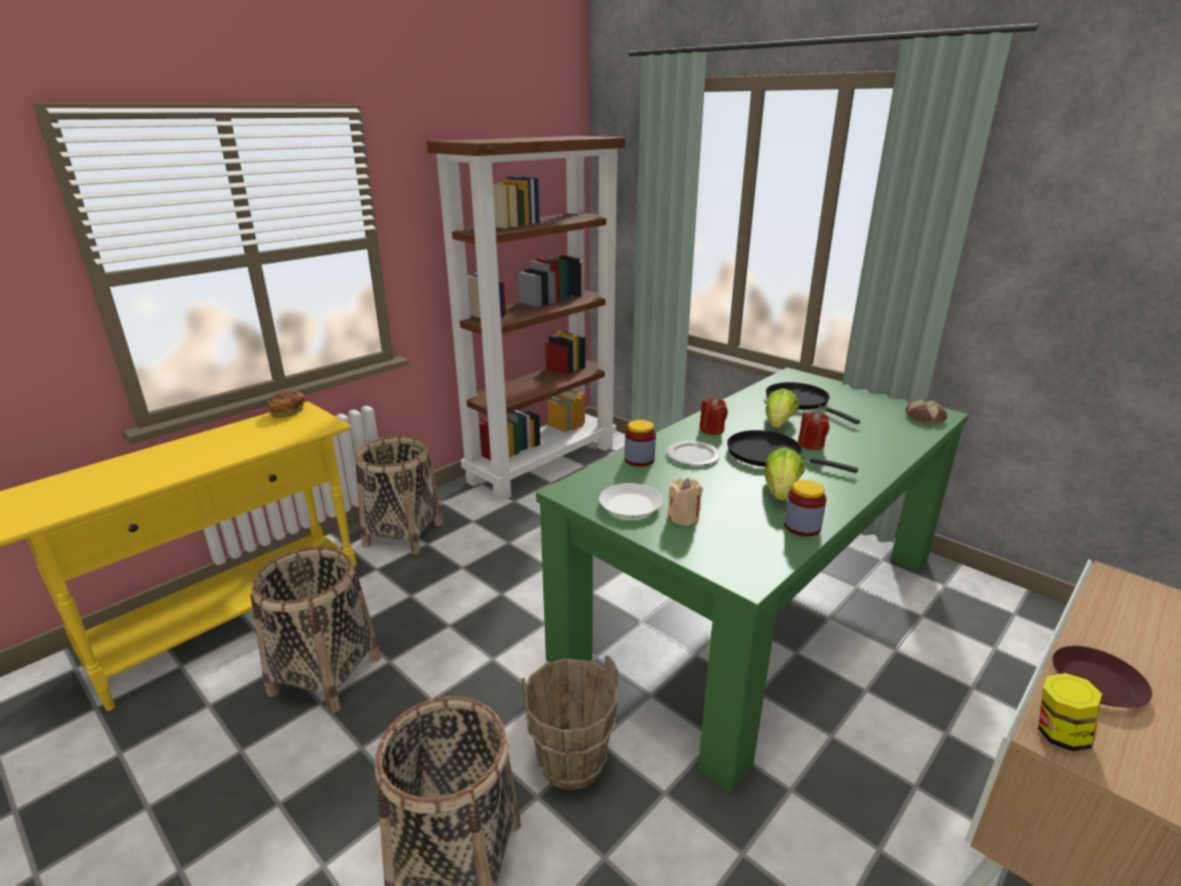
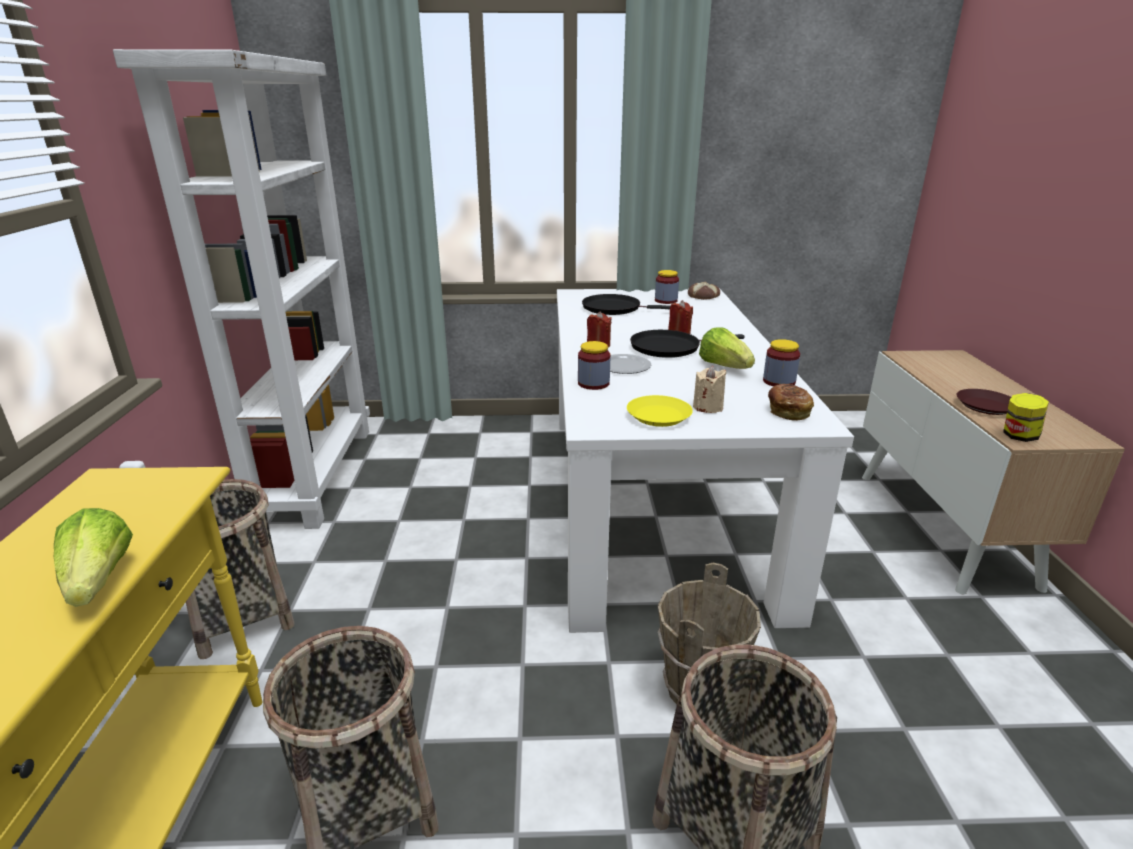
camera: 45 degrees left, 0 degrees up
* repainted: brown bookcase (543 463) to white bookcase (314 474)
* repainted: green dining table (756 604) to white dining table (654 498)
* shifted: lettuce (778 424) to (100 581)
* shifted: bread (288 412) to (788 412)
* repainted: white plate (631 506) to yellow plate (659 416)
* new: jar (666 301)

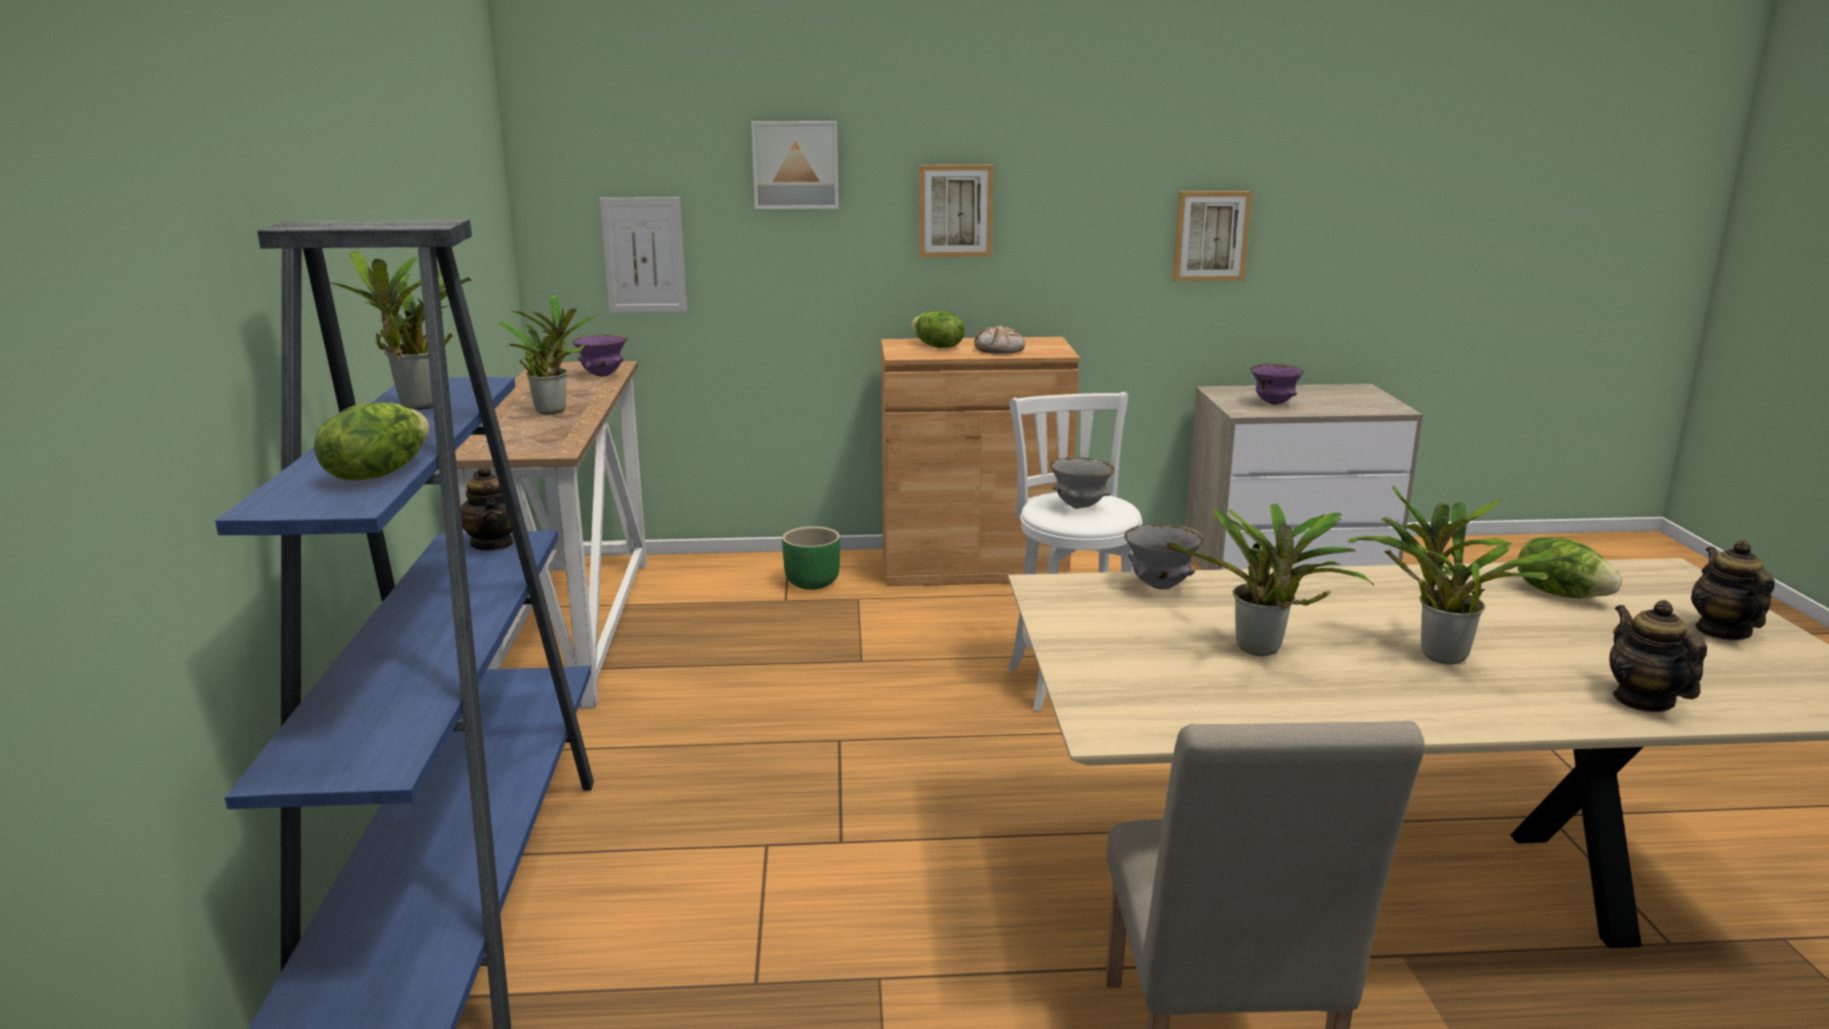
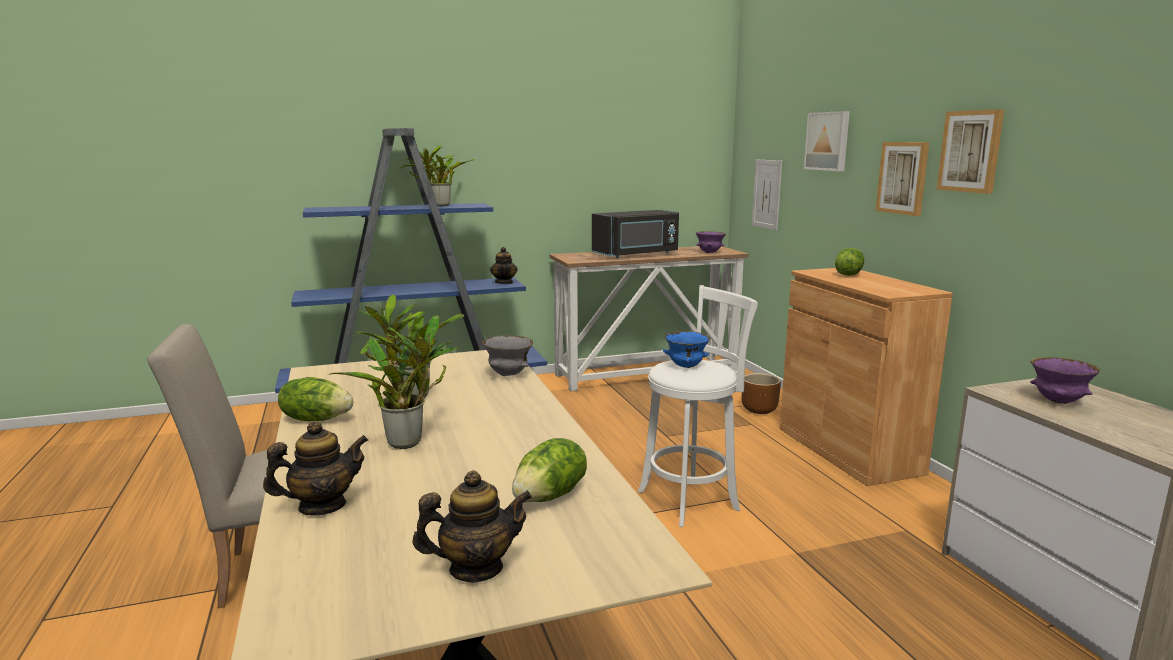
camera: 75 degrees right, 5 degrees down
* shifted: picture (1210 236) to (971 151)
* swapped: potted plant (553 410) to black microwave (637 254)
* gone: bread (999 350)
* shifted: lettuce (377 473) to (316 419)
* repainted: grey bowl (1079 507) to blue bowl (685 367)
* rotated: teapot (493 544) = (504 282) 60 degrees counterclockwise
* repainted: green planter (813 583) to brown planter (759 410)

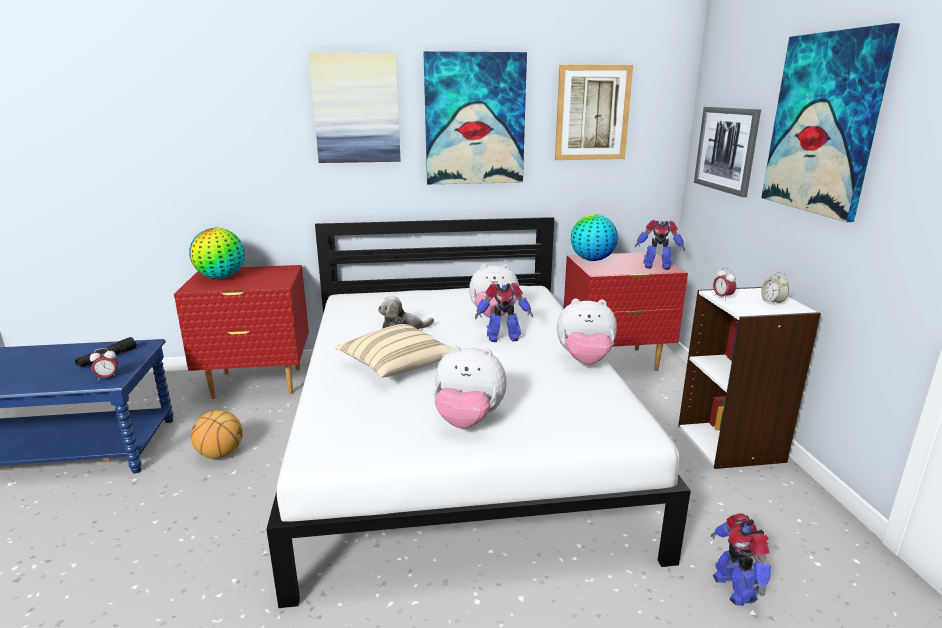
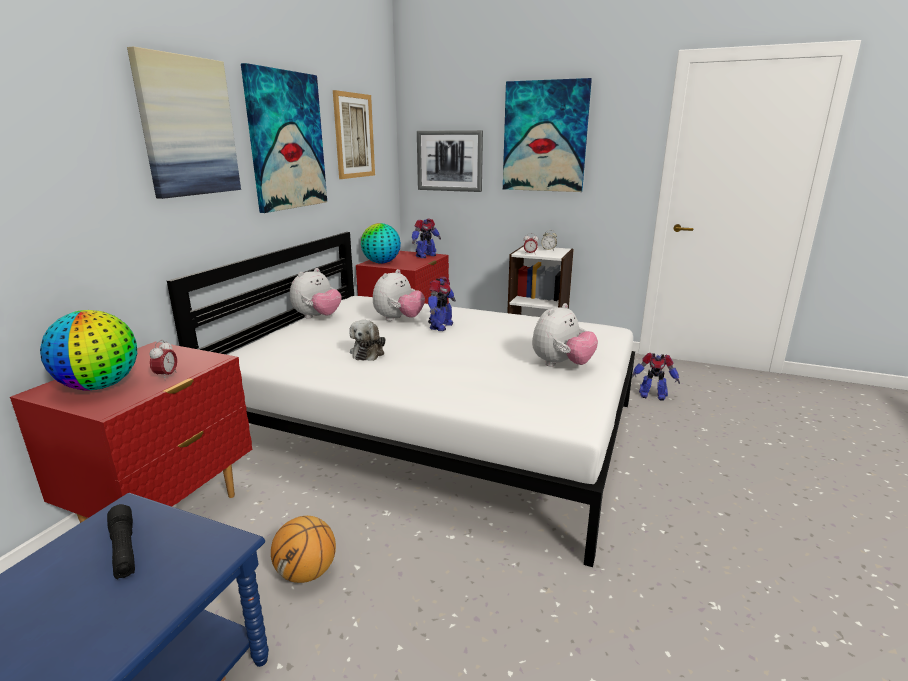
camera: 60 degrees left, 0 degrees up
* shifted: plush toy (585 361) to (317 317)
* gone: beige pillow (395 366)
* shifted: alarm clock (107 378) to (166 376)

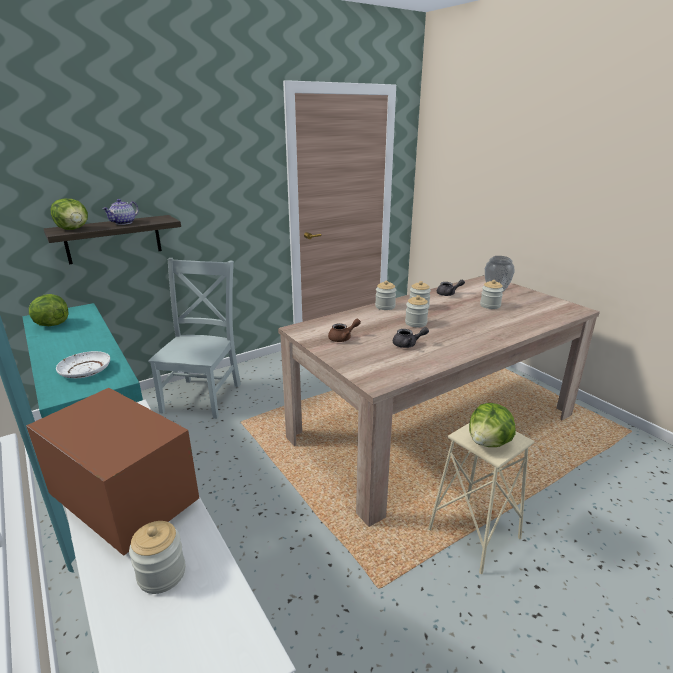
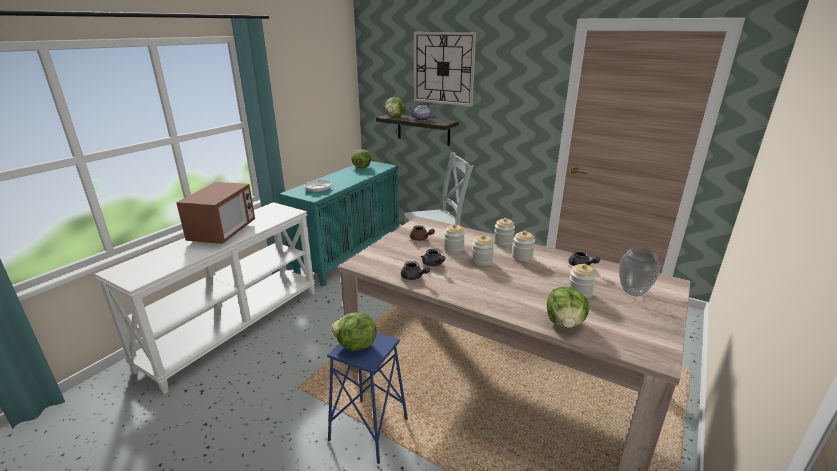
camera: 65 degrees right, 0 degrees up
* repainted: beige stool (473 534) to blue stool (368 430)
* shifted: jar (161 574) to (453 249)
* new: wall clock (443 68)
* new: grey teapot (414 277)
* new: lettuce (564 323)

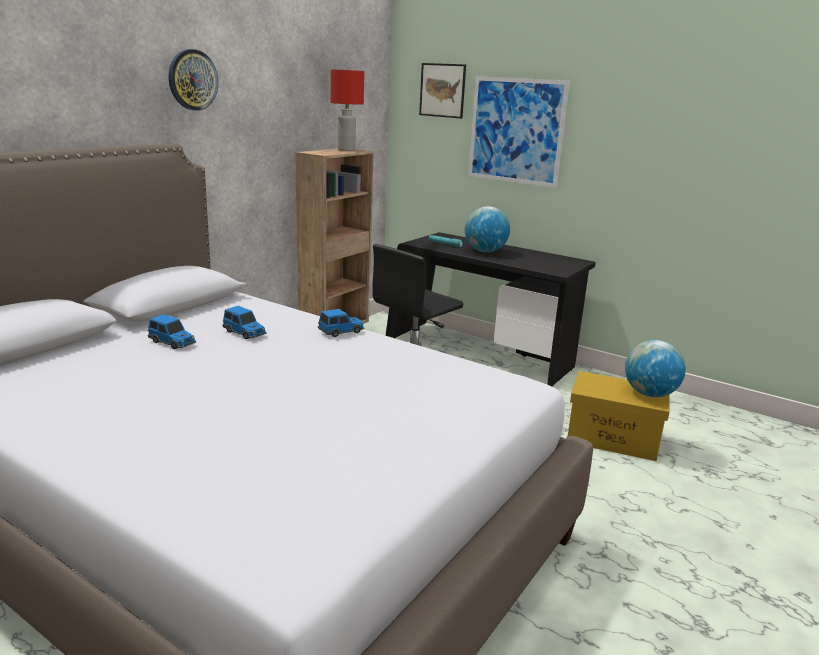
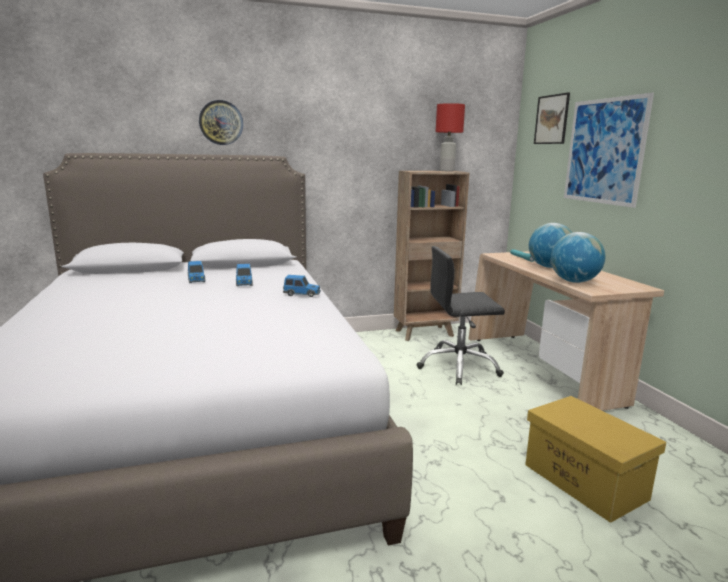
camera: 40 degrees right, 5 degrees down
* shifted: wall clock (192 80) to (221 122)
* repainted: black desk (479 354) to beige desk (542 369)
* shifted: globe (649 394) to (574 281)

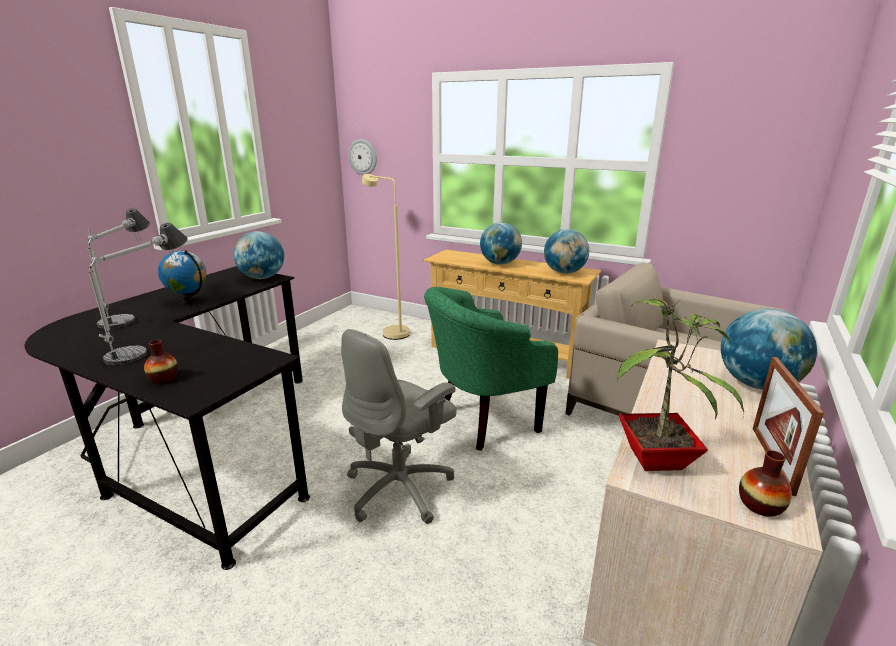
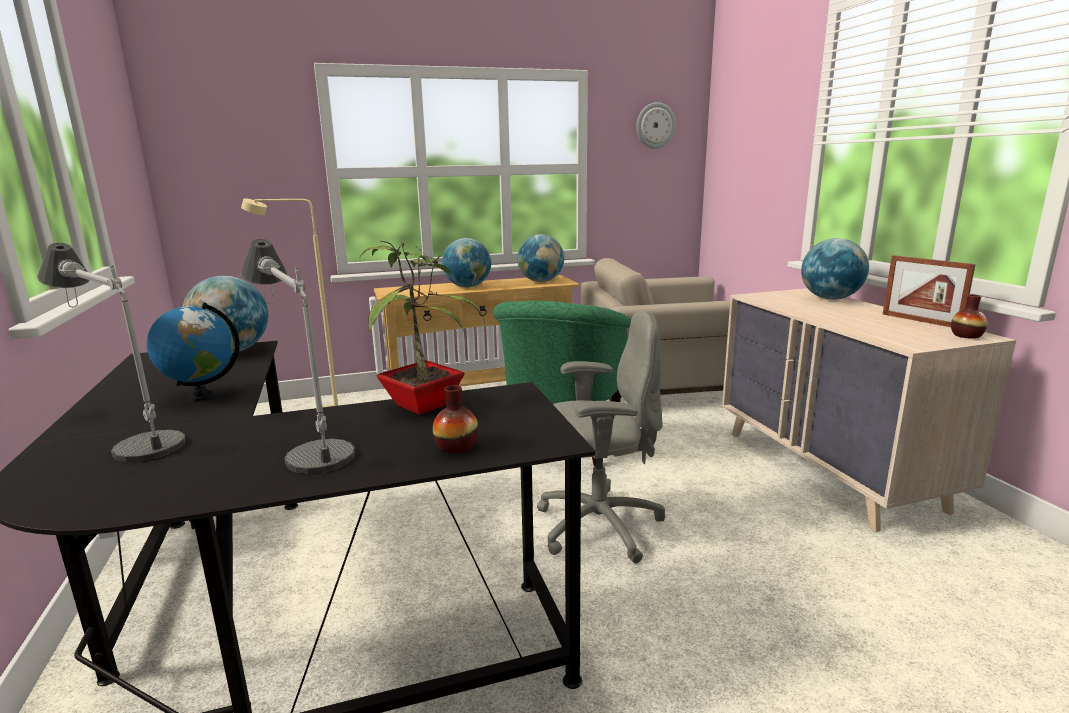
camera: 45 degrees left, 5 degrees down
* shifted: wall clock (363 157) to (655 125)
* shifted: potted plant (659 459) to (426 404)
* rotated: grey office chair (401 488) = (596 525) 90 degrees counterclockwise

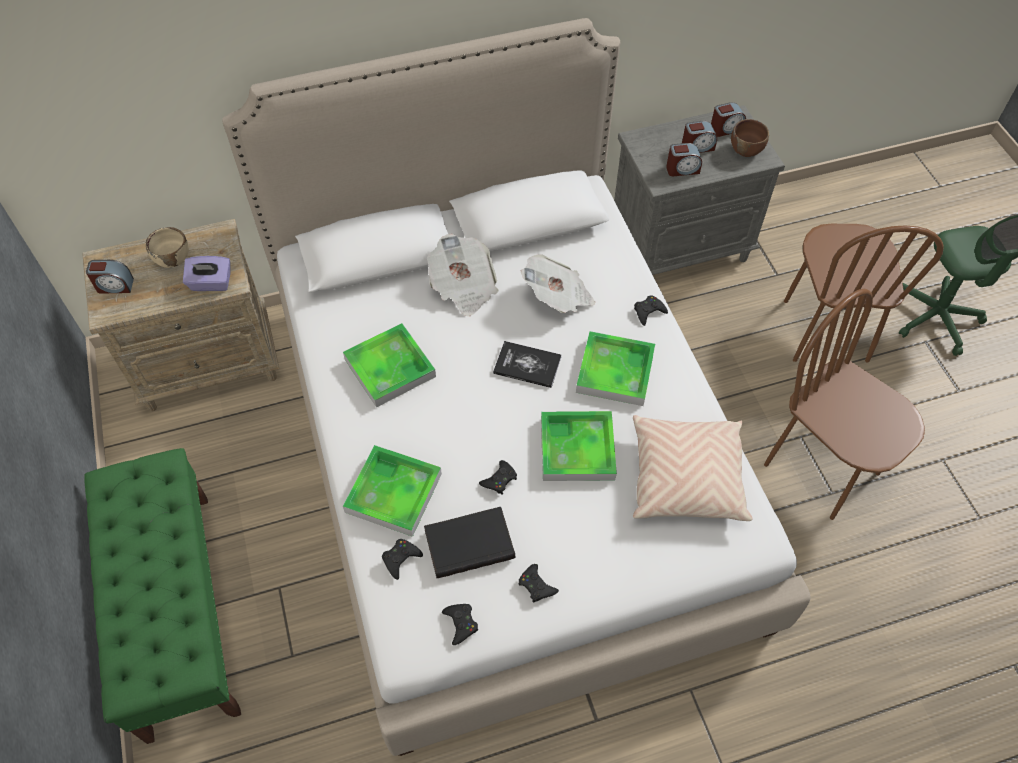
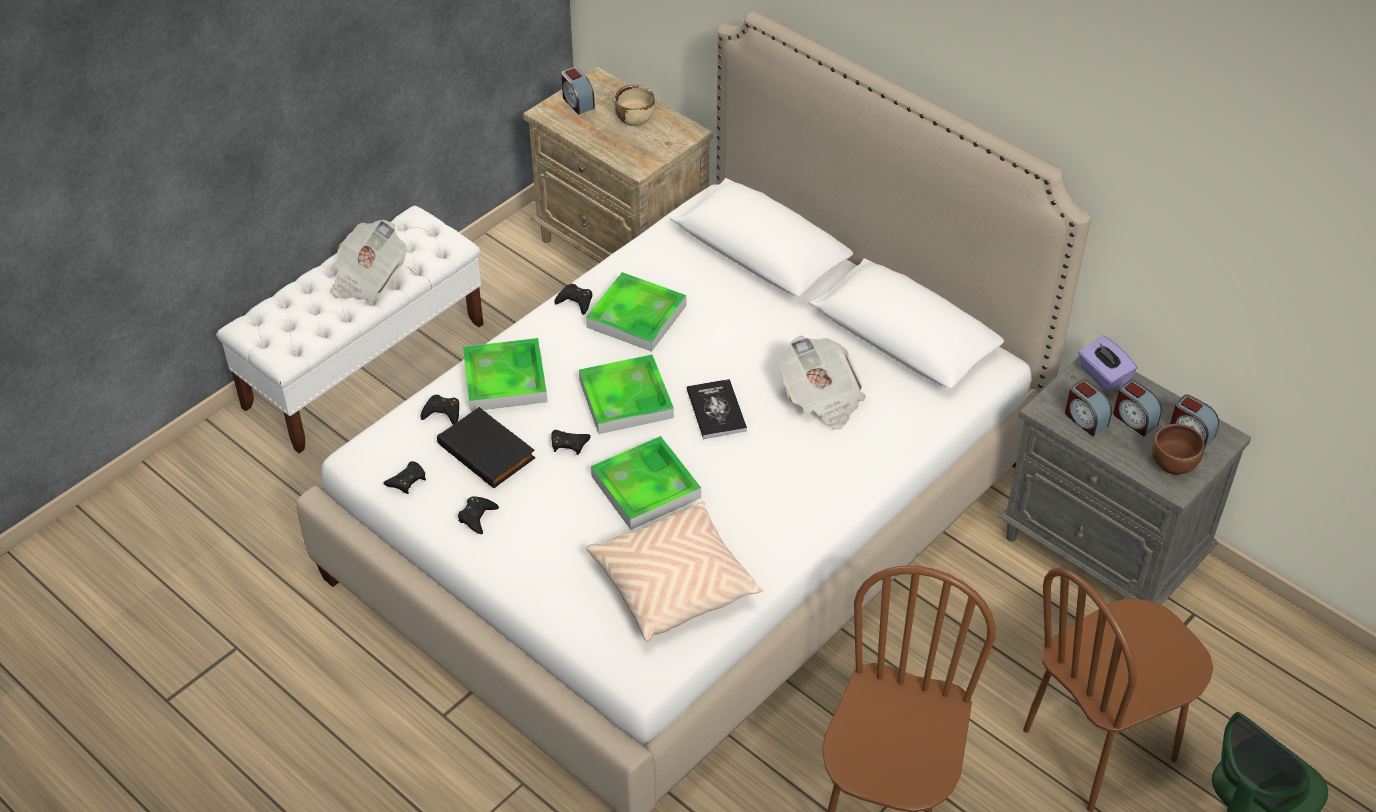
camera: 60 degrees right, 10 degrees down
* shifted: newspaper (463 287) to (368 278)
* shifted: purple tissue box (211 283) to (1103 376)
* shifted: black game controller (648 312) to (575 301)
* shifted: tray (615 371) to (626 398)
* repainted: green bench (179 611) to white bench (365 364)

